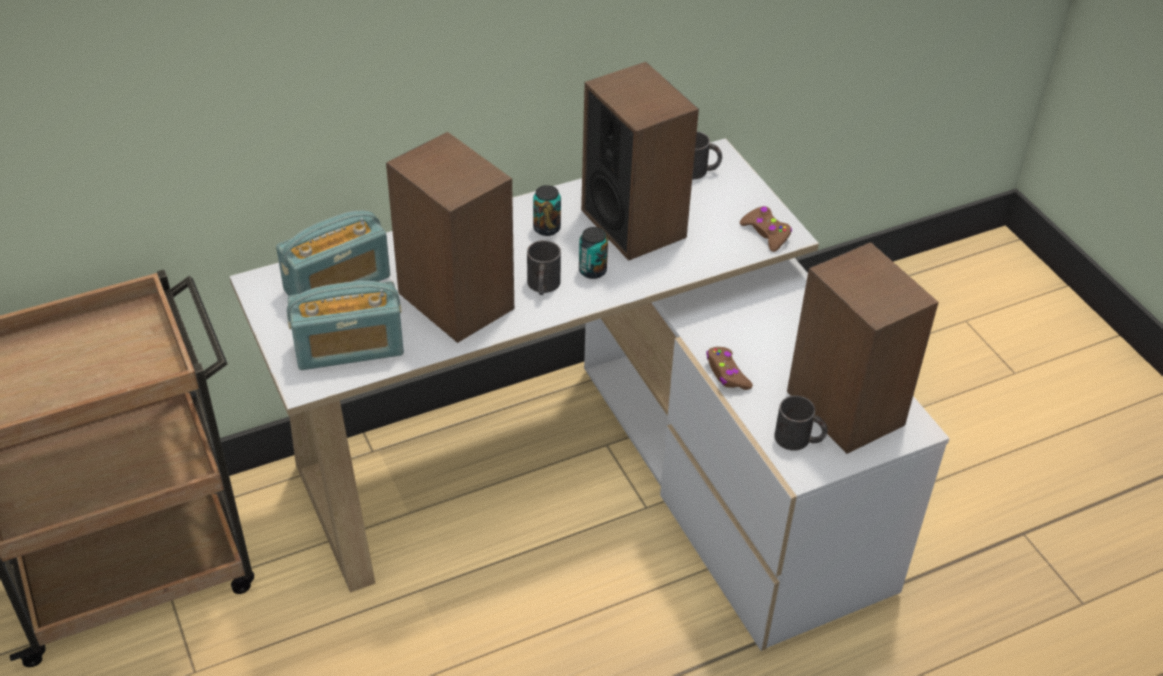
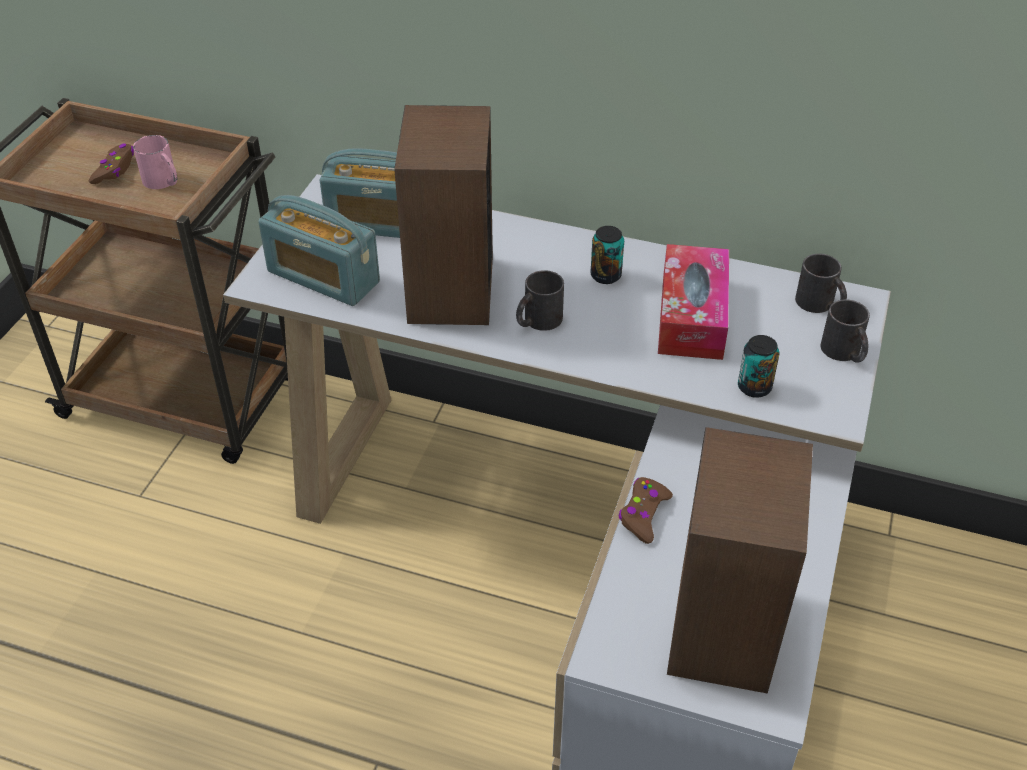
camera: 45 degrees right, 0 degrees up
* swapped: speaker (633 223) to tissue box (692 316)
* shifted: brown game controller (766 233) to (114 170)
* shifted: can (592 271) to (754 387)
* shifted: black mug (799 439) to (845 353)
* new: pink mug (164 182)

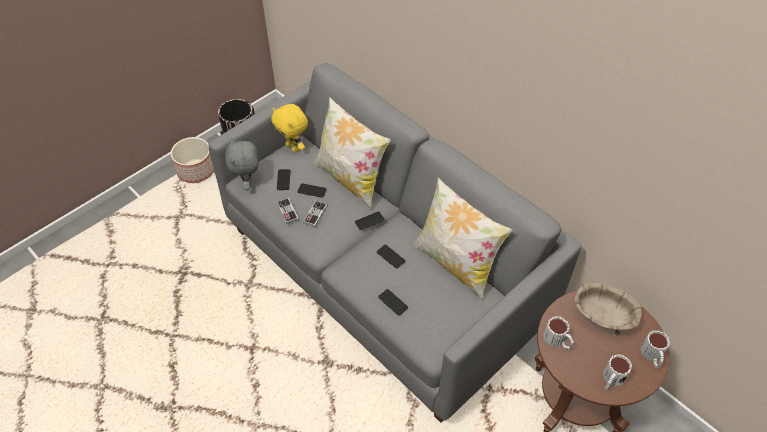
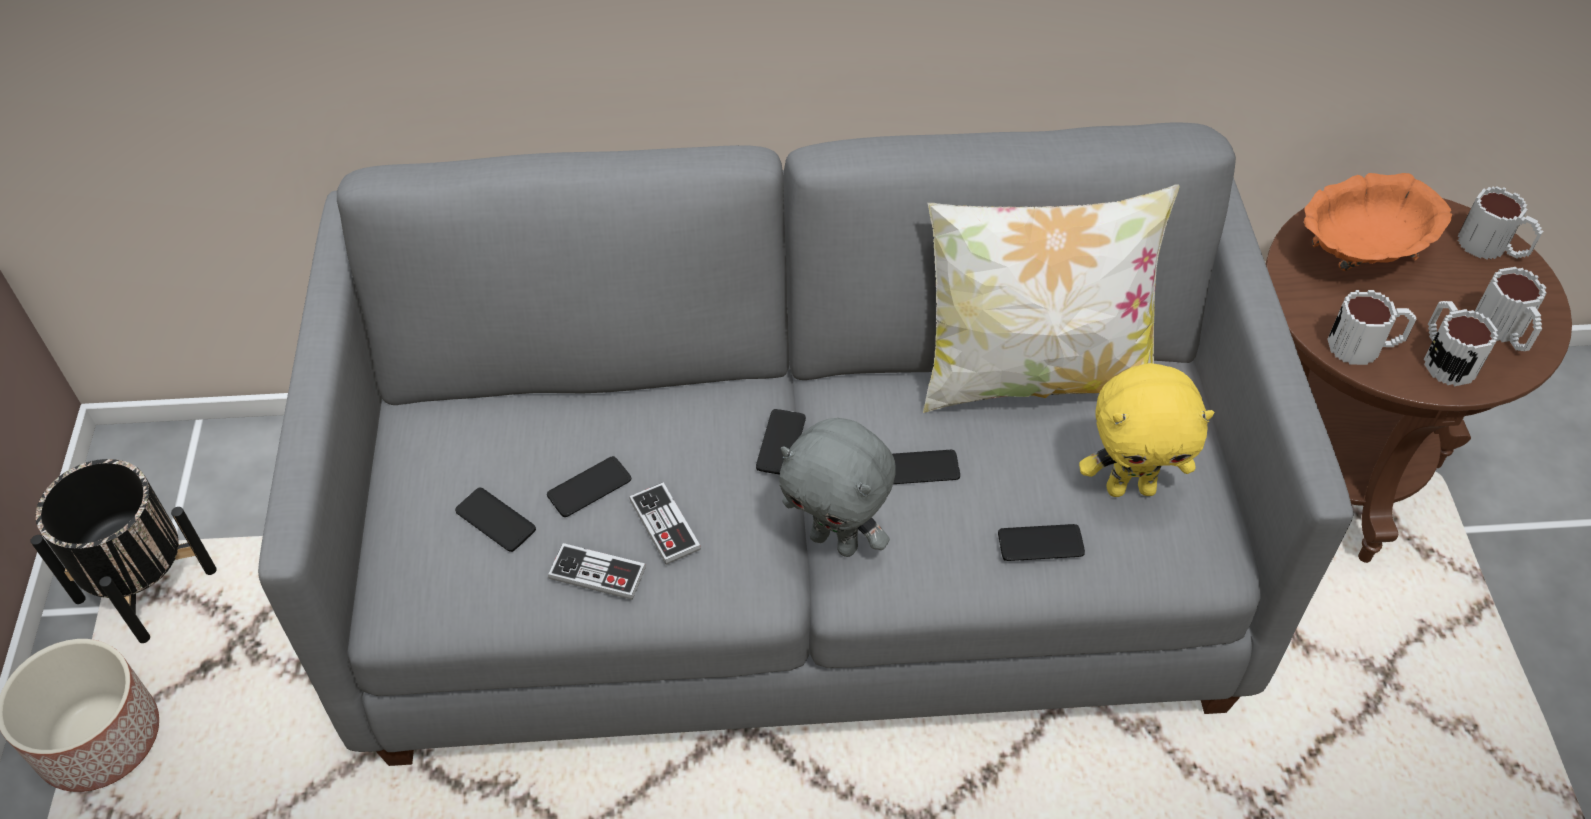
camera: 50 degrees left, 0 degrees up
* gone: pillow (351 179)
* shifted: yellow plush toy (293 147) to (1131 487)
* shifted: grey plush toy (248 184) to (836 541)
* repainted: beige bowl (602 318) to orange bowl (1361 253)
* new: mug (1444 357)

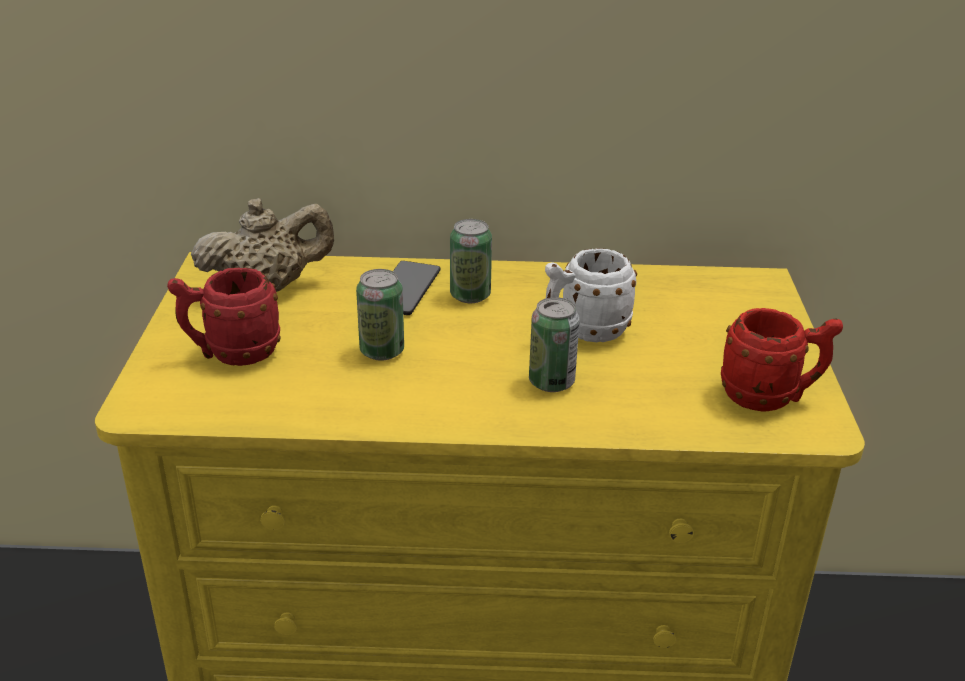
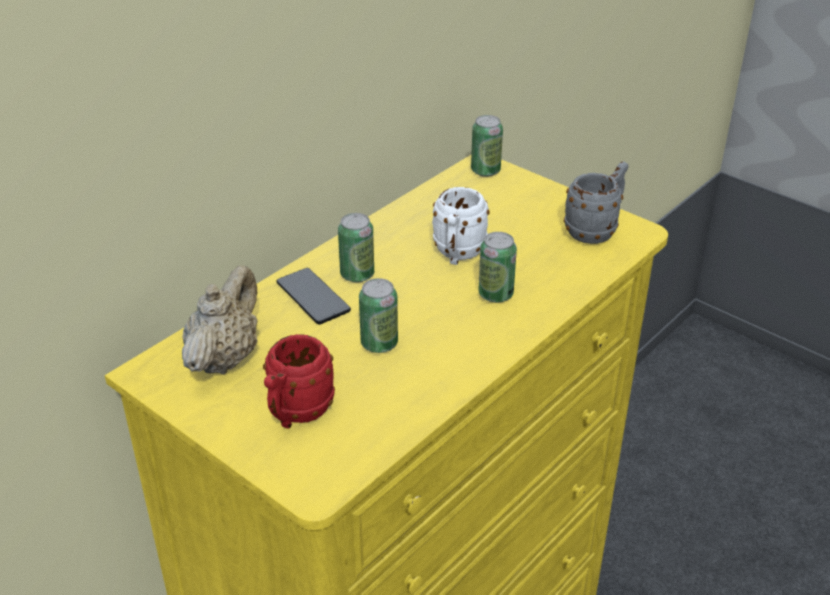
camera: 50 degrees left, 5 degrees up
* repainted: red mug (770 397) to grey mug (595 230)
* new: can (485 171)

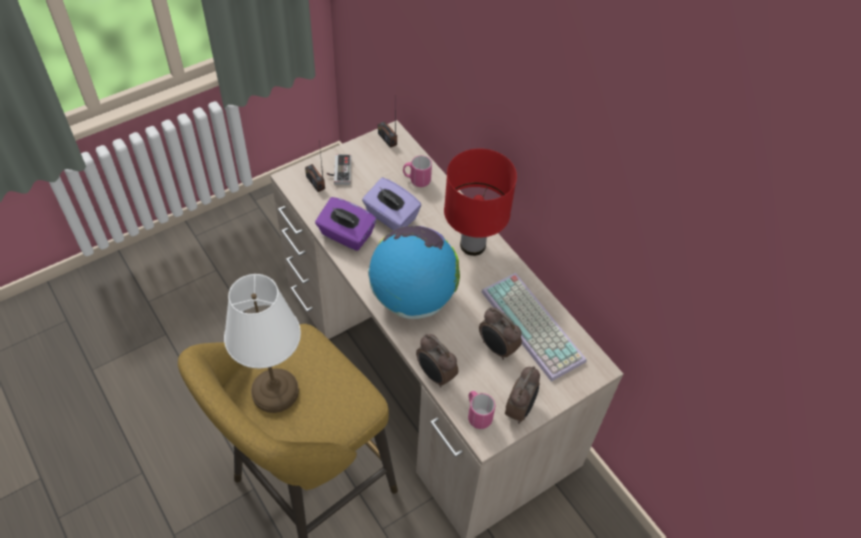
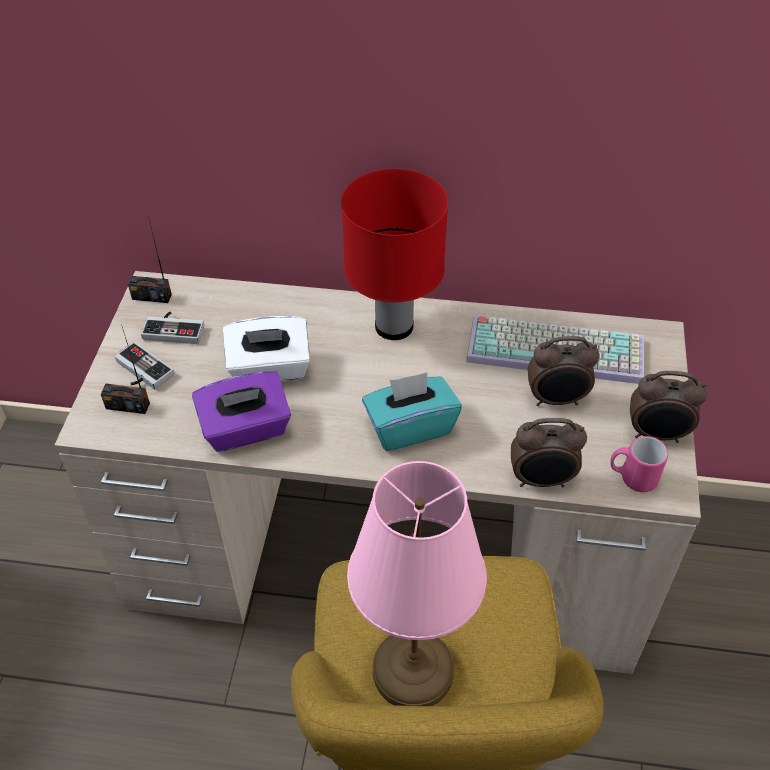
camera: 45 degrees left, 5 degrees down
* gone: pink mug (416 180)
* repainted: purple tissue box (391 217) to white tissue box (269 369)
* swapped: globe (413 297) to turquoise tissue box (410 427)
* repainted: white table lamp (275 391) to pink table lamp (411 670)
* rotated: alarm clock (520 409) = (657 435) 120 degrees clockwise
* new: game controller (175 329)

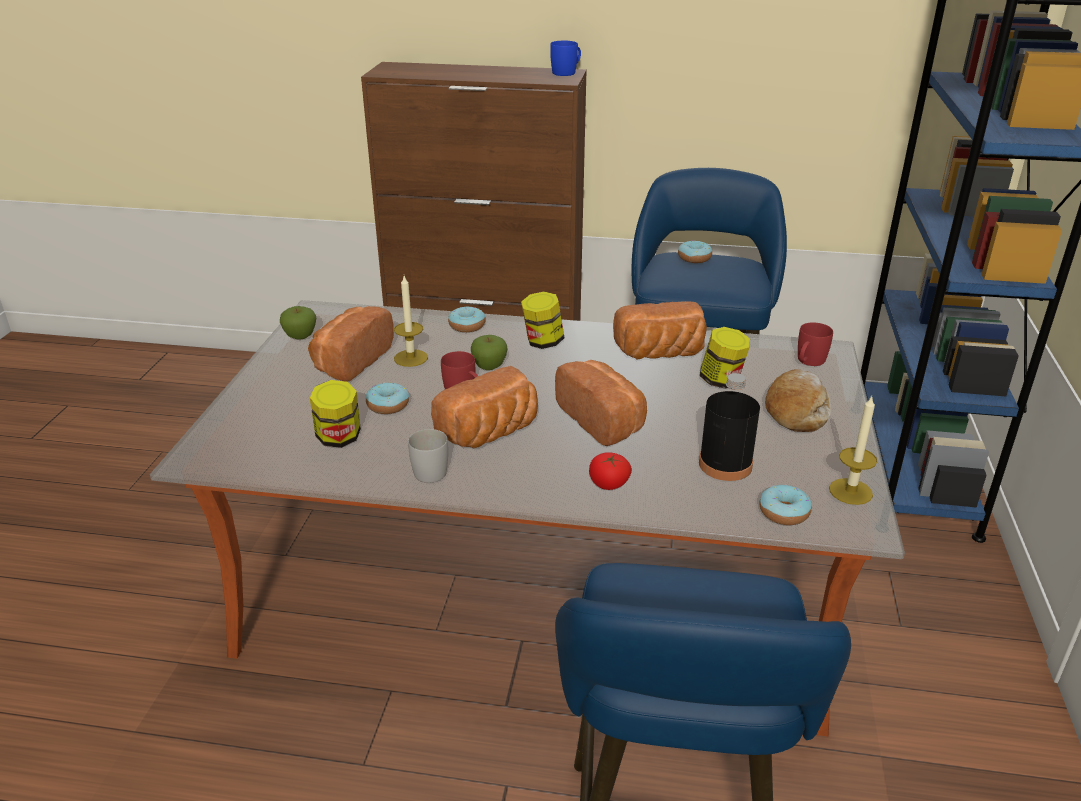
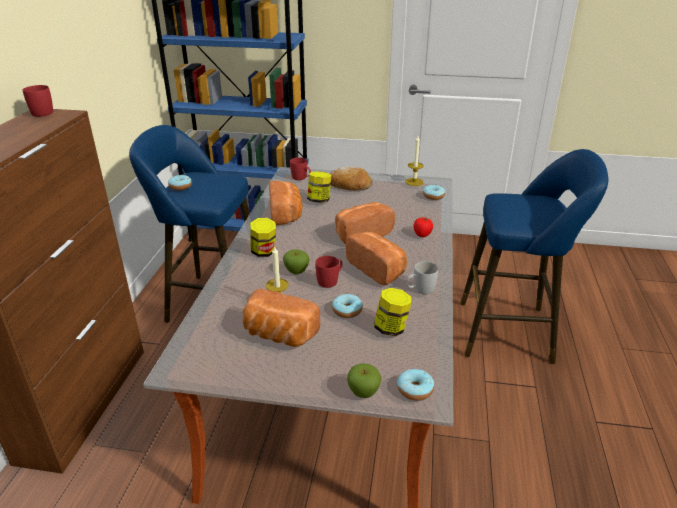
camera: 90 degrees left, 0 degrees up
* repainted: blue mug (567 72) to red mug (40 112)
* shifted: apple (300 337) to (363 392)
* shifted: donut (467 326) to (415 390)
* gone: black bottle (725 465)

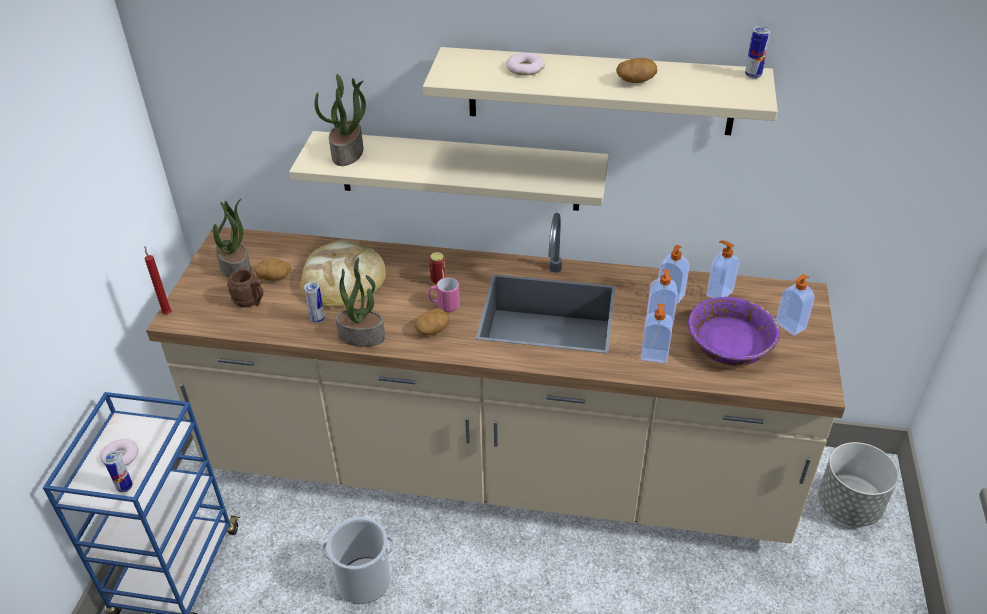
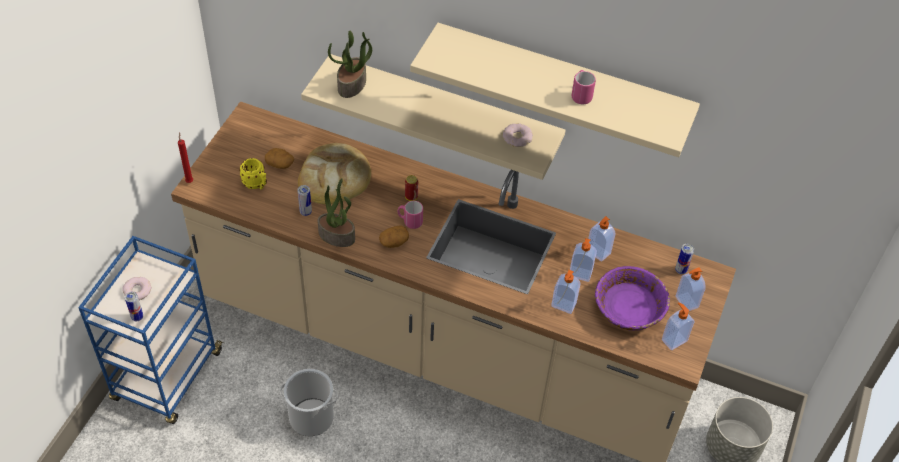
camera: 10 degrees right, 10 degrees up
* shifted: can (753 75) to (680 270)
* shifted: donut (525 68) to (517 137)
* swapped: potato (635 81) to pink mug (581 95)
* gone: potted plant (236 268)
* shifted: soap dispenser (718 293) to (673 340)
* repainted: brown mug (251 302) to yellow mug (256 184)

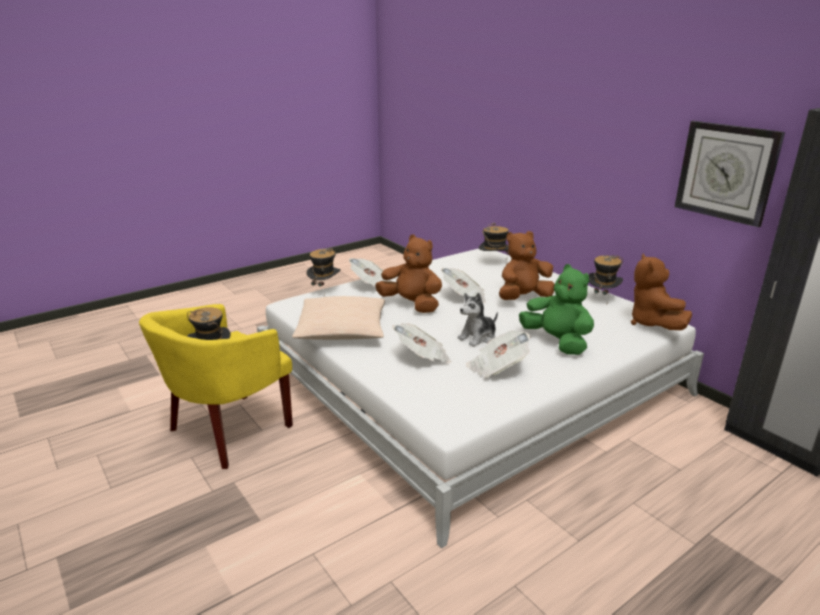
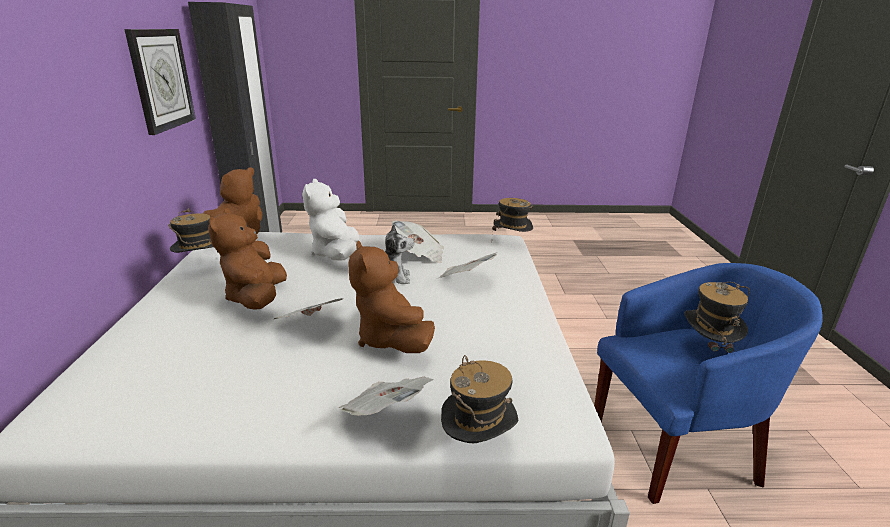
camera: 145 degrees left, 0 degrees up
* shifted: hat (493 262) to (511 243)
* rotated: brown plush toy (523 298) = (256 298) 75 degrees clockwise
* repainted: green plush toy (557 342) to white plush toy (336 254)
* gone: beige pillow (342 330)
* repainted: yellow armchair (228 431) to blue armchair (676 446)

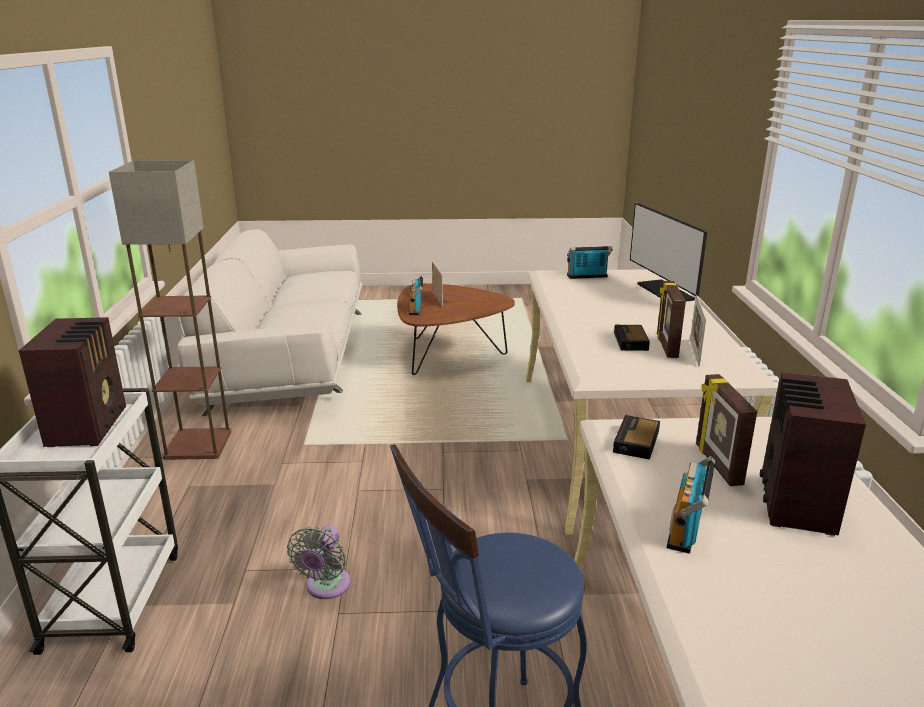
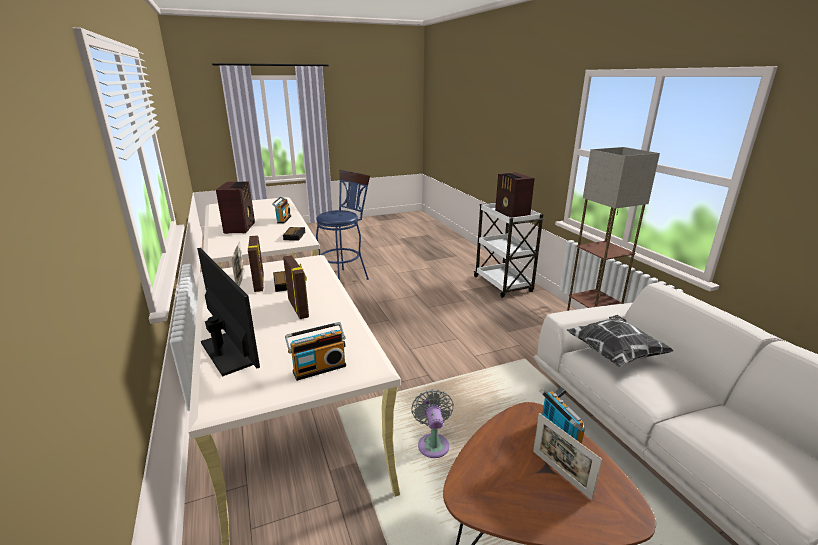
camera: 160 degrees right, 0 degrees up
* shifted: picture frame (717 465) to (299 308)
* shifted: grey fan (326 587) to (433 443)
* new: pillow (614 353)

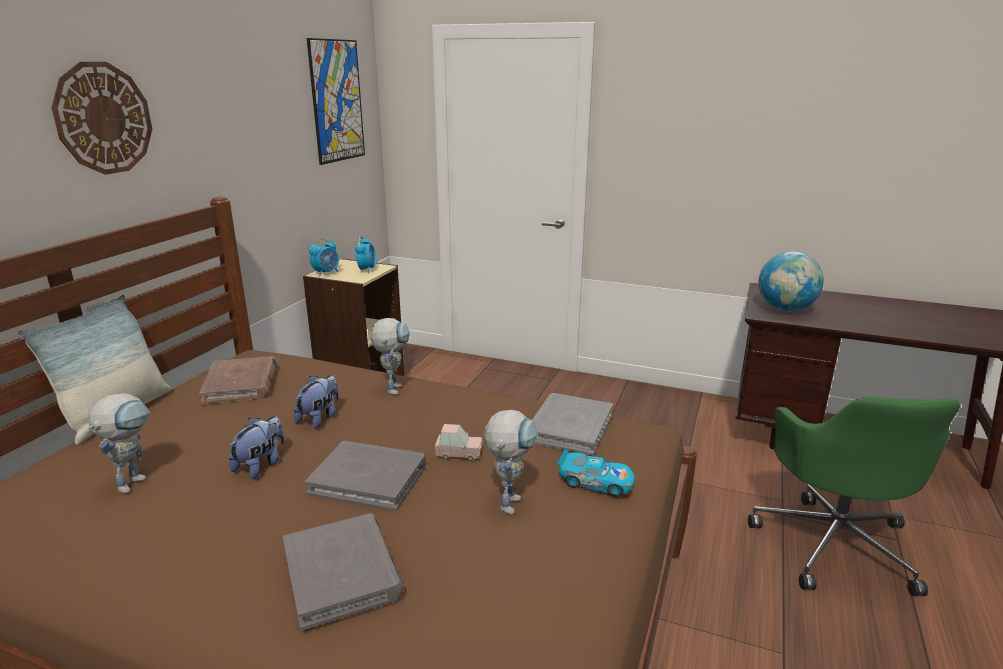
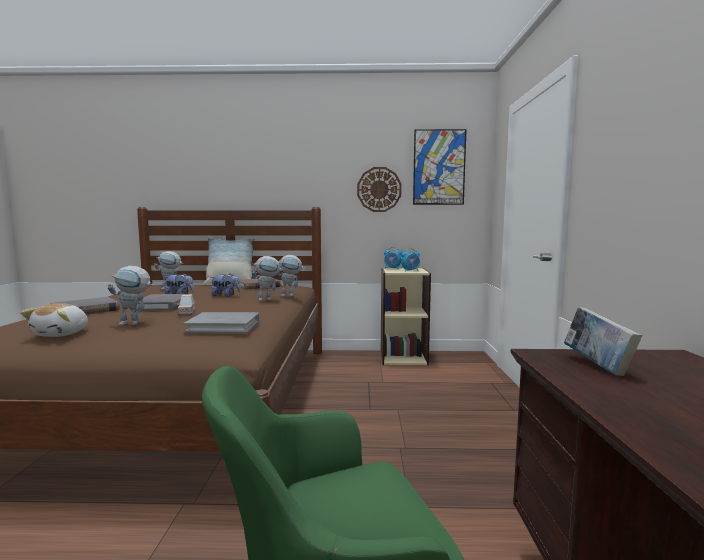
camera: 70 degrees right, 15 degrees down
* shifted: wall clock (103 118) to (379 189)
* swapped: globe (785 309) to book (597 366)
* gone: toy car (595 482)
* new: toy robot (290 295)
* new: plush toy (62 334)

